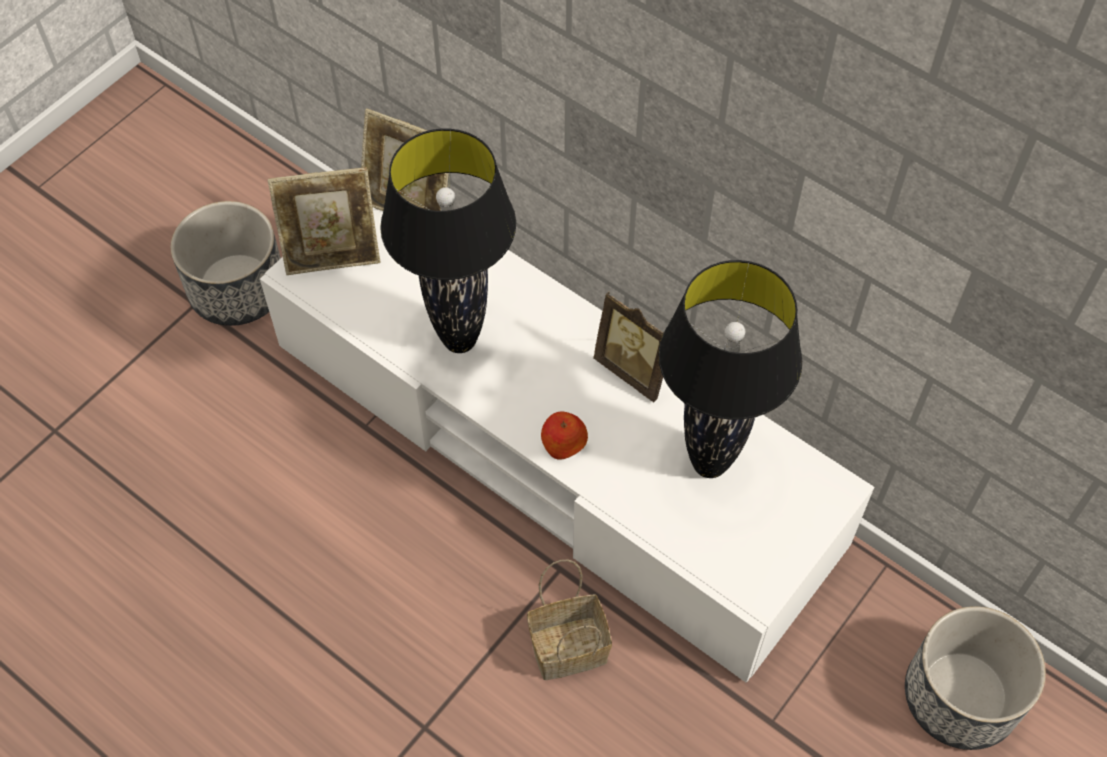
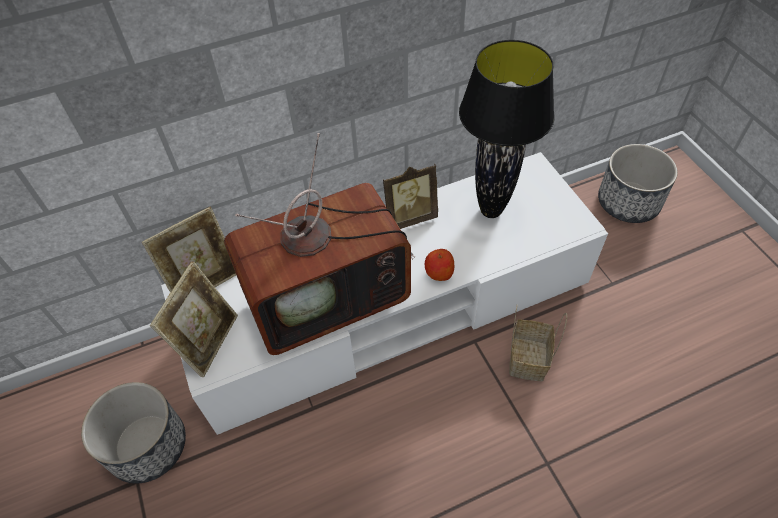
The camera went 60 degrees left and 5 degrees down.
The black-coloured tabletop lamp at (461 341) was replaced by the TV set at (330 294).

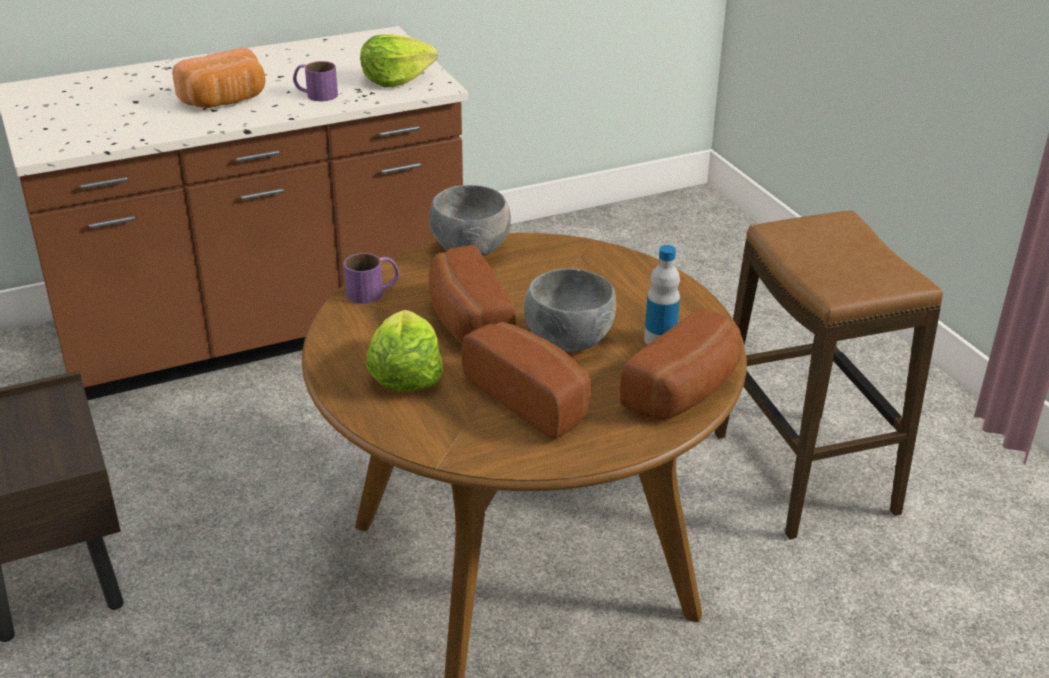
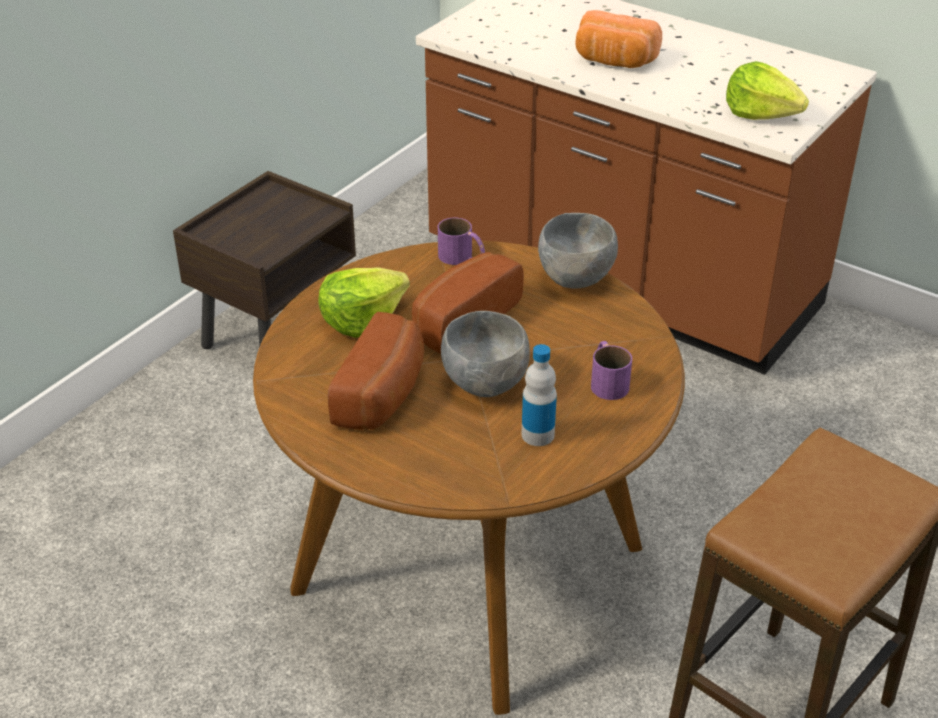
The camera went 60 degrees right and 5 degrees up.
The bread at (687 391) disappeared.
The purple coffee mug moved from (315 94) to (607 381).

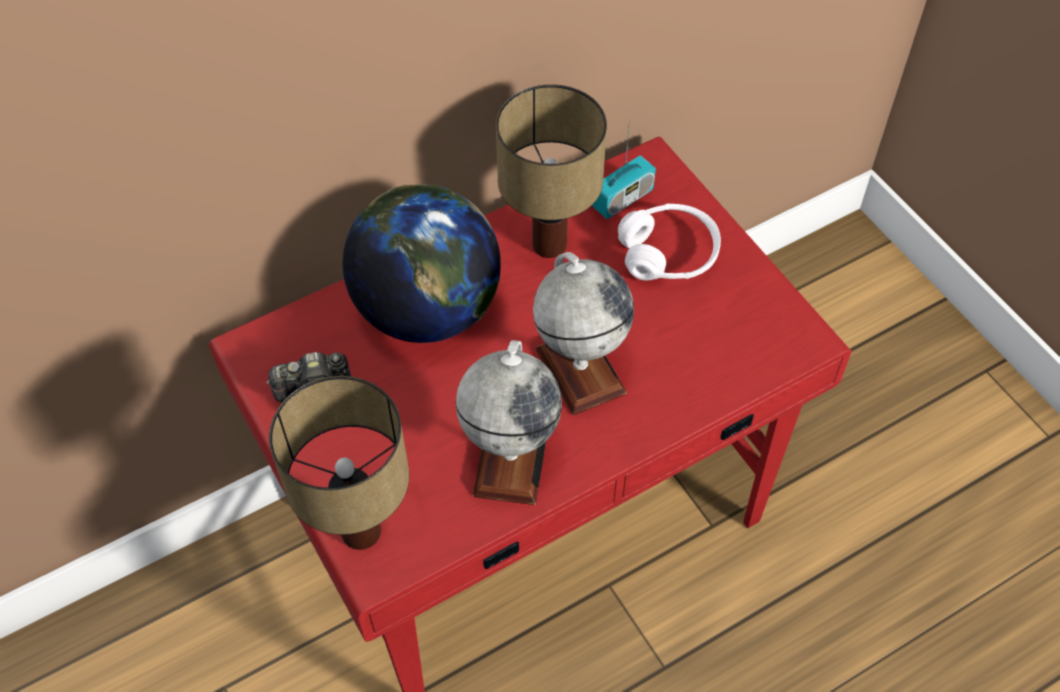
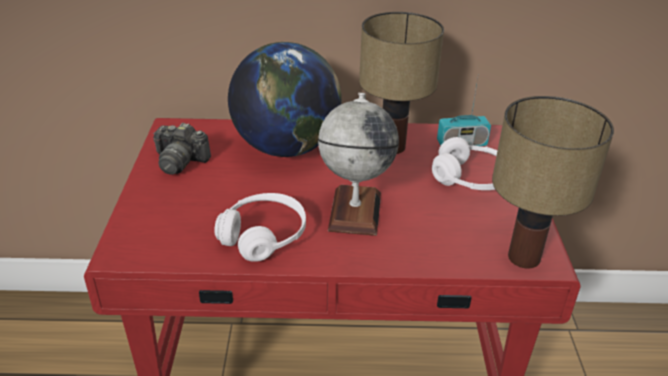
The camera went 30 degrees right and 20 degrees down.
The tabletop lamp moved from (358 531) to (522 257).
The globe at (510 460) was replaced by the white pair of headphones at (263 236).

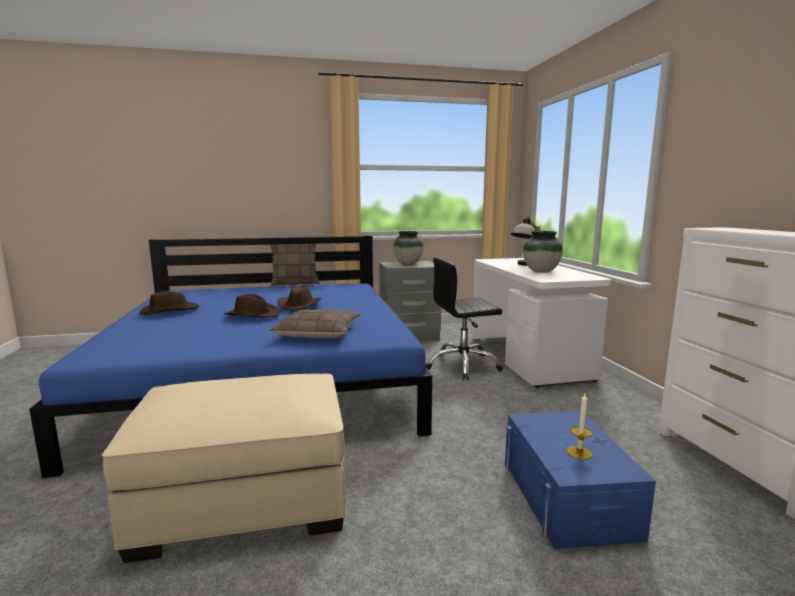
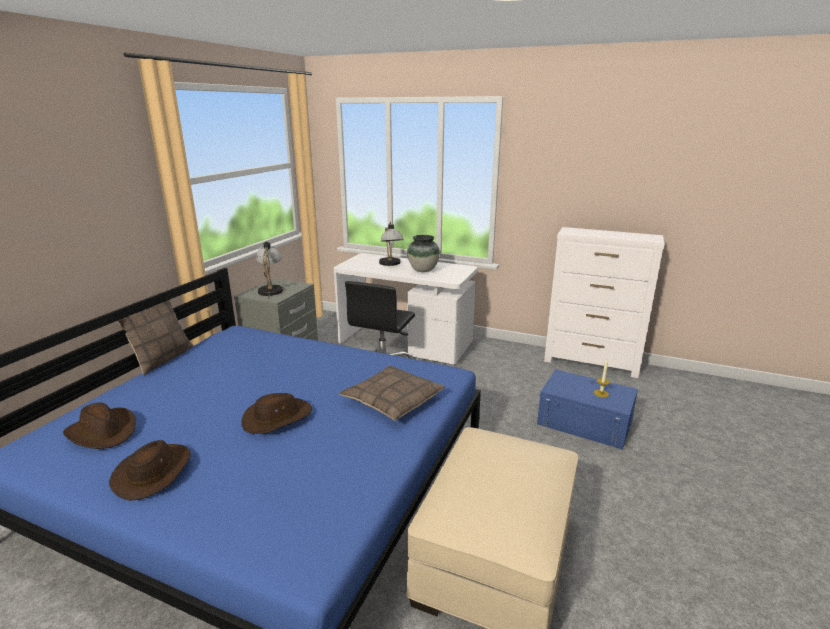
The camera went 55 degrees left and 10 degrees up.
The brownish clothing hat moved from (299 305) to (103 431).
The vase at (407 263) was replaced by the tabletop lamp at (271 289).

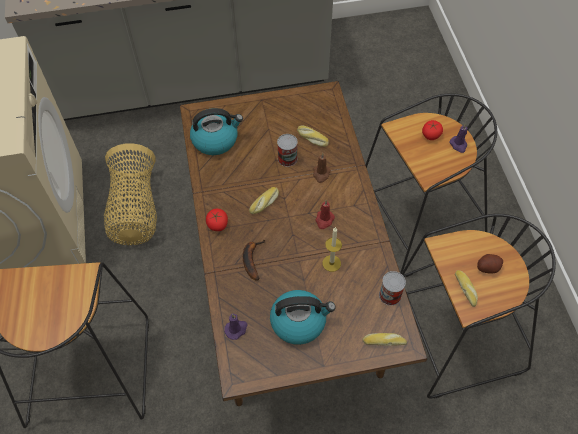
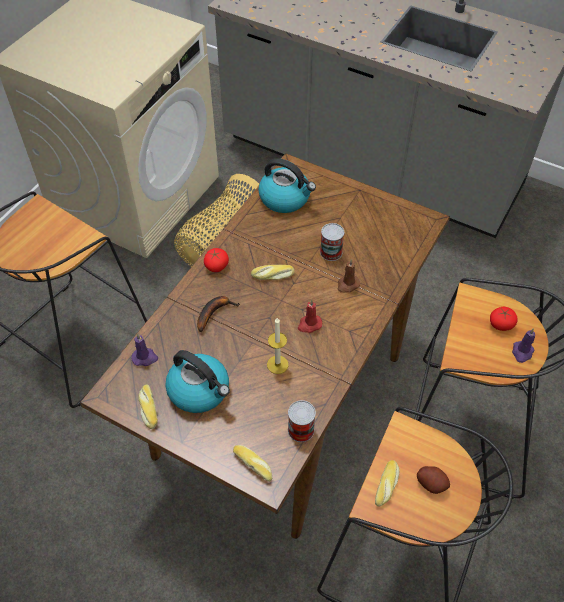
The camera went 40 degrees right and 5 degrees down.
The bread moved from (312 139) to (148 408).

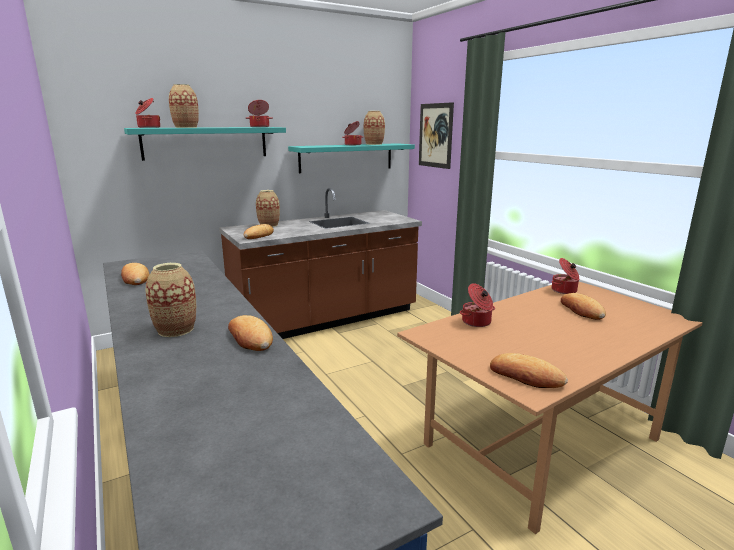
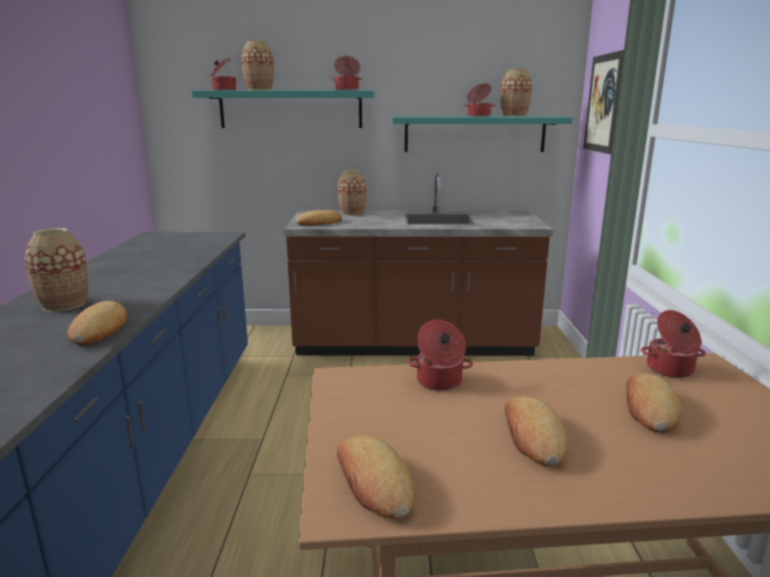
The camera went 30 degrees right and 0 degrees up.
The bread moved from (135 278) to (533 437).

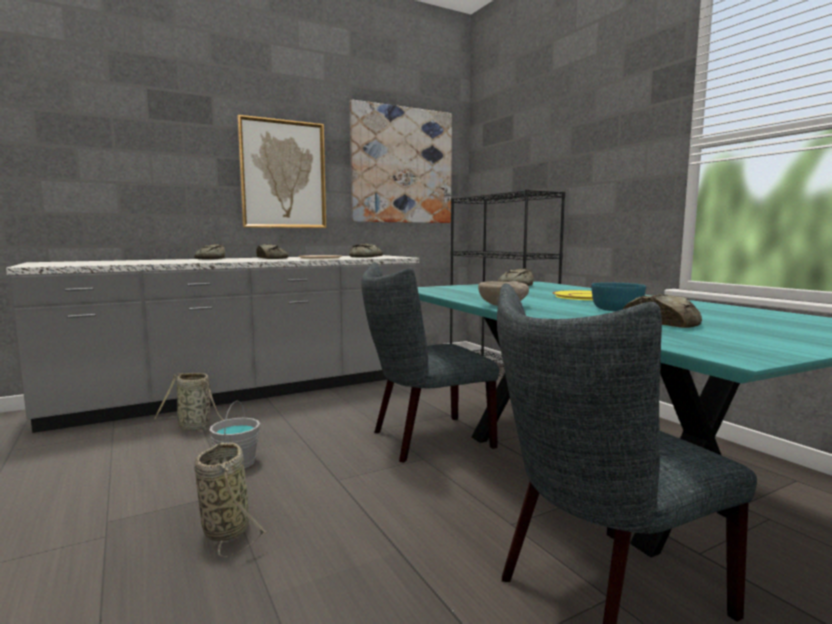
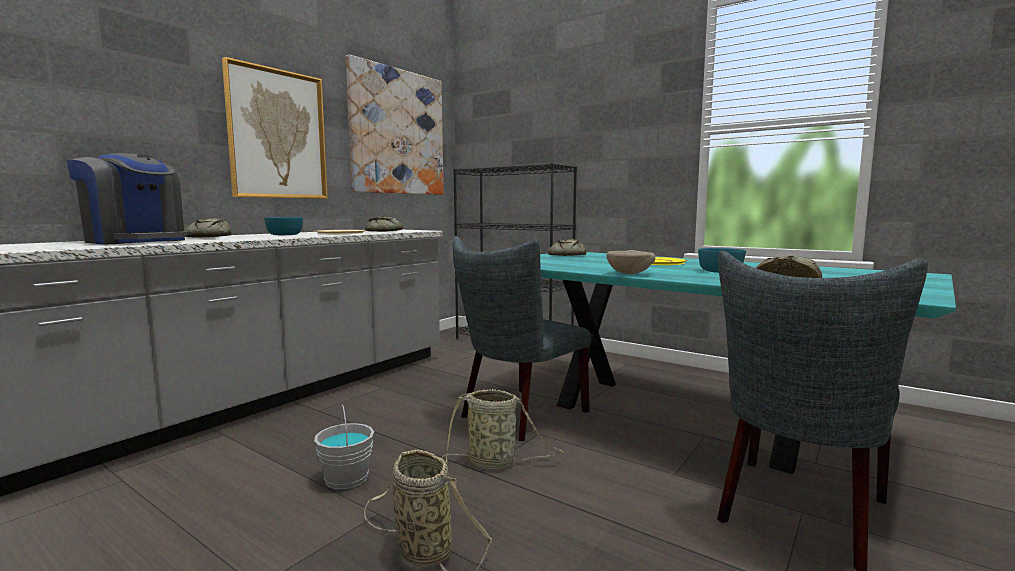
The camera went 25 degrees left and 0 degrees up.
The coffee maker at (136 241) appeared.
The household basket moved from (196 428) to (495 463).
The bread at (271 258) was replaced by the turquoise-coloured serving bowl at (284 235).

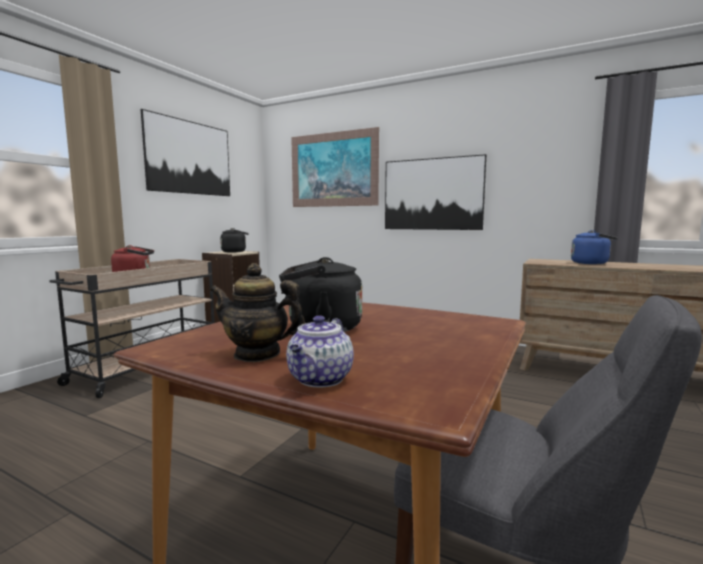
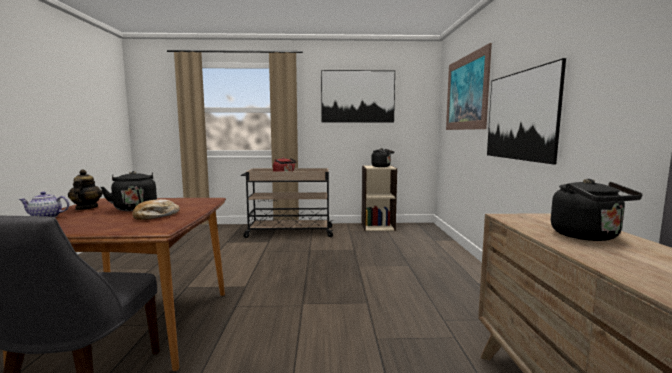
The camera went 60 degrees right and 0 degrees up.
The bread at (156 216) appeared.
The blue-coloured kettle at (592 263) became the black-coloured kettle at (588 236).

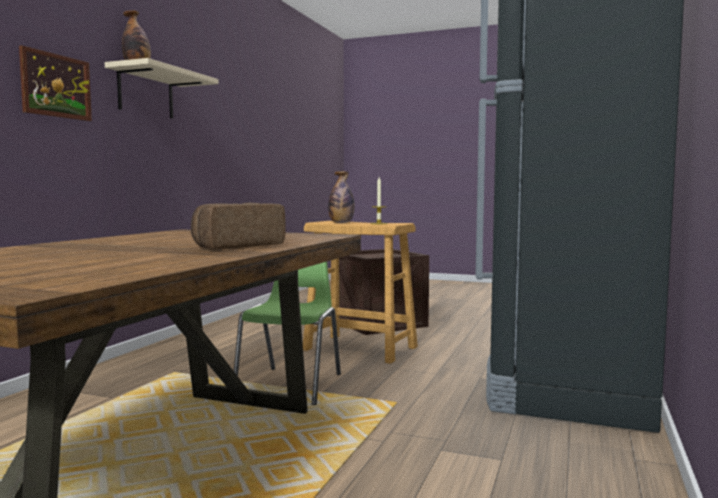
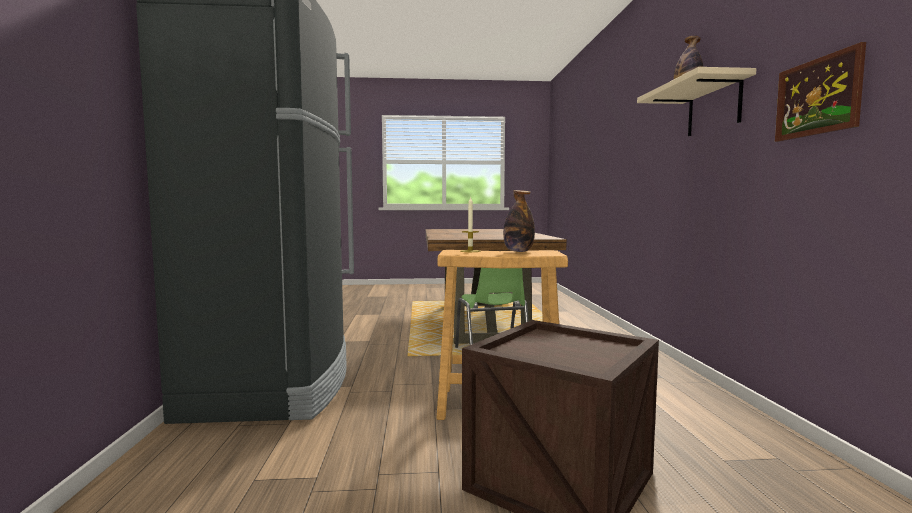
The camera went 155 degrees right and 0 degrees up.
The bread at (237 246) disappeared.
The wall picture moved from (56 86) to (817 97).

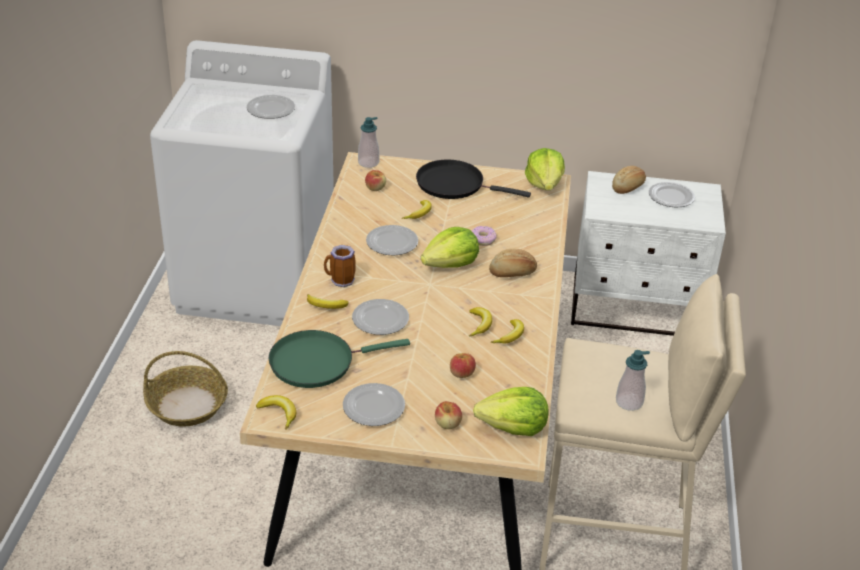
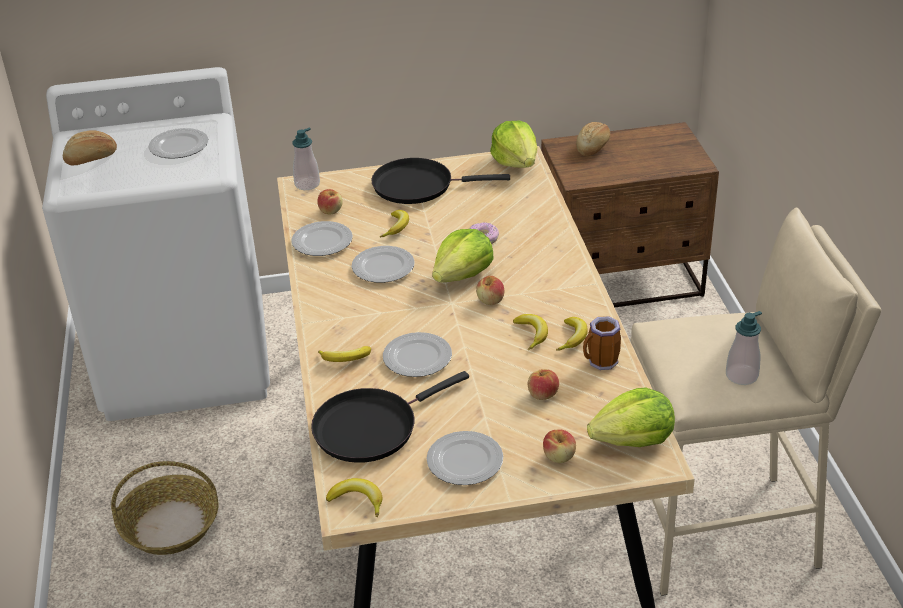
The camera went 15 degrees left and 0 degrees up.
The apple at (490 300) appeared.
The coffee mug moved from (340 281) to (601 363).
The bread moved from (513 273) to (92 159).
The dinner plate moved from (670 197) to (322 242).
The greenish pan at (317 362) became the black-coloured pan at (371 427).
The white nightstand at (636 308) became the brownish nightstand at (622 280).

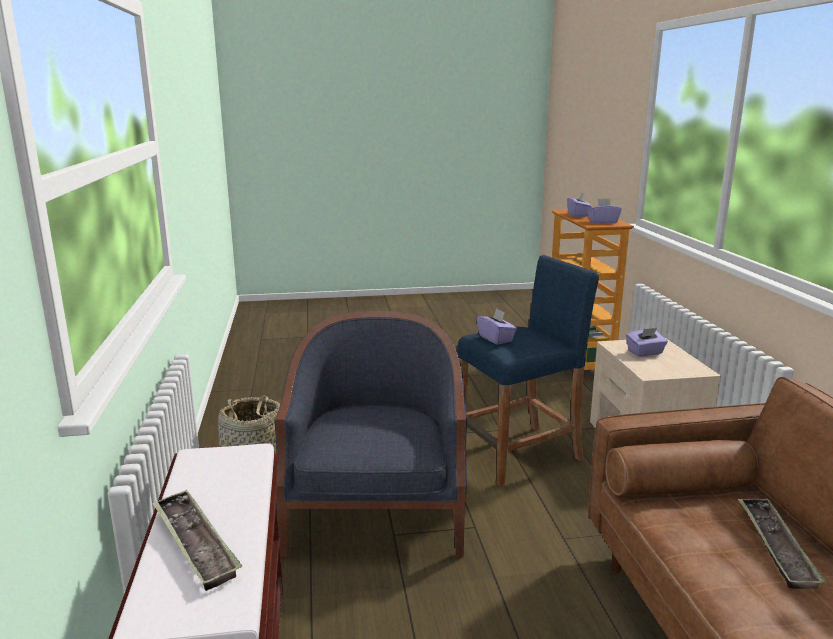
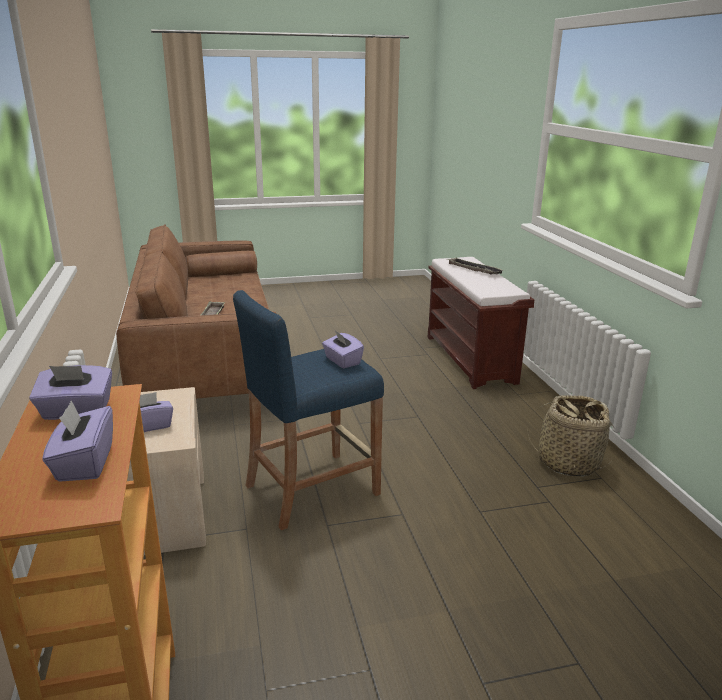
The camera went 175 degrees right and 5 degrees up.
The blue-coloured lounge chair at (377 513) disappeared.

